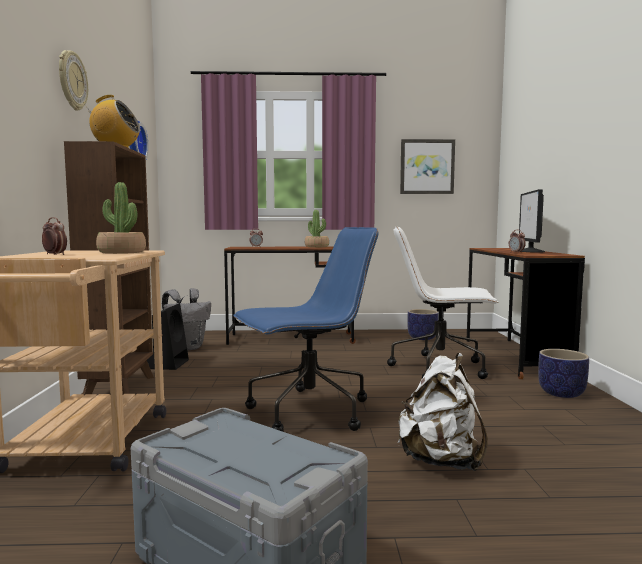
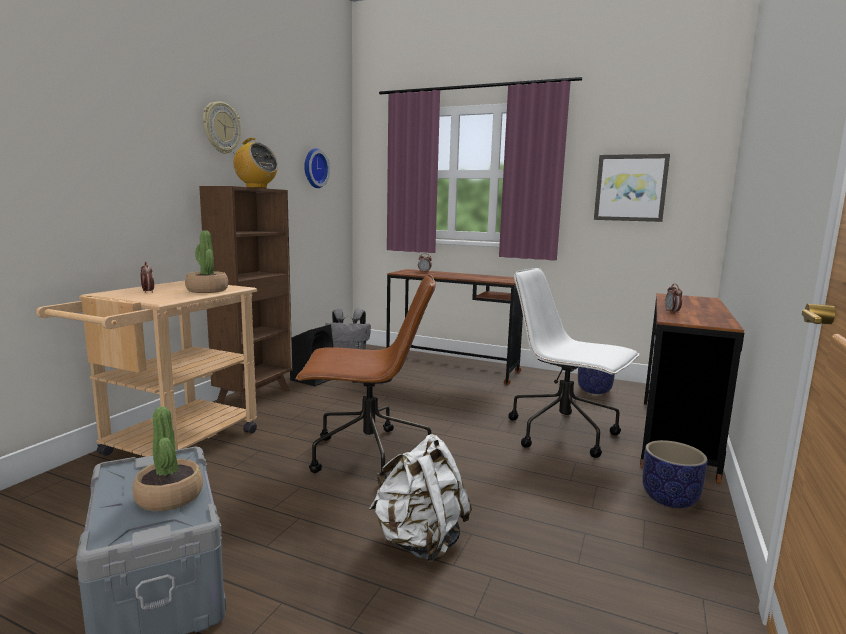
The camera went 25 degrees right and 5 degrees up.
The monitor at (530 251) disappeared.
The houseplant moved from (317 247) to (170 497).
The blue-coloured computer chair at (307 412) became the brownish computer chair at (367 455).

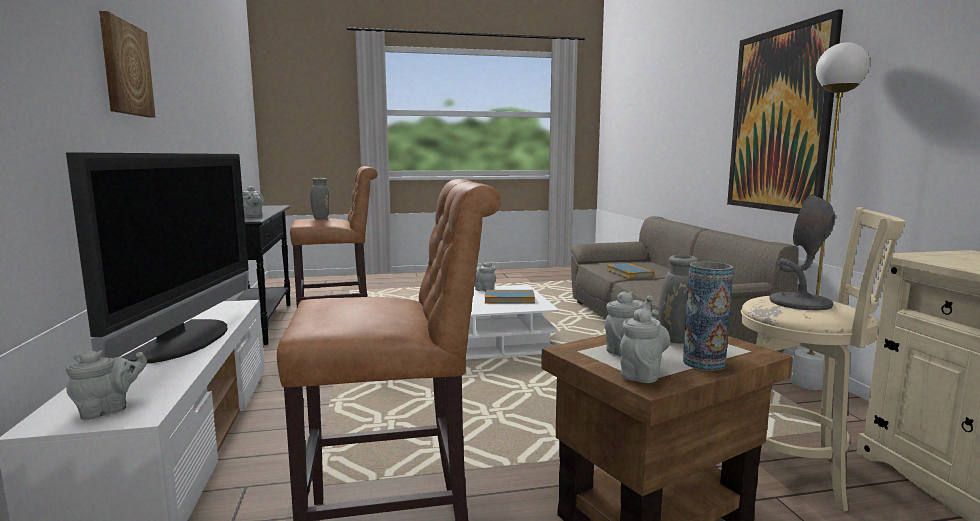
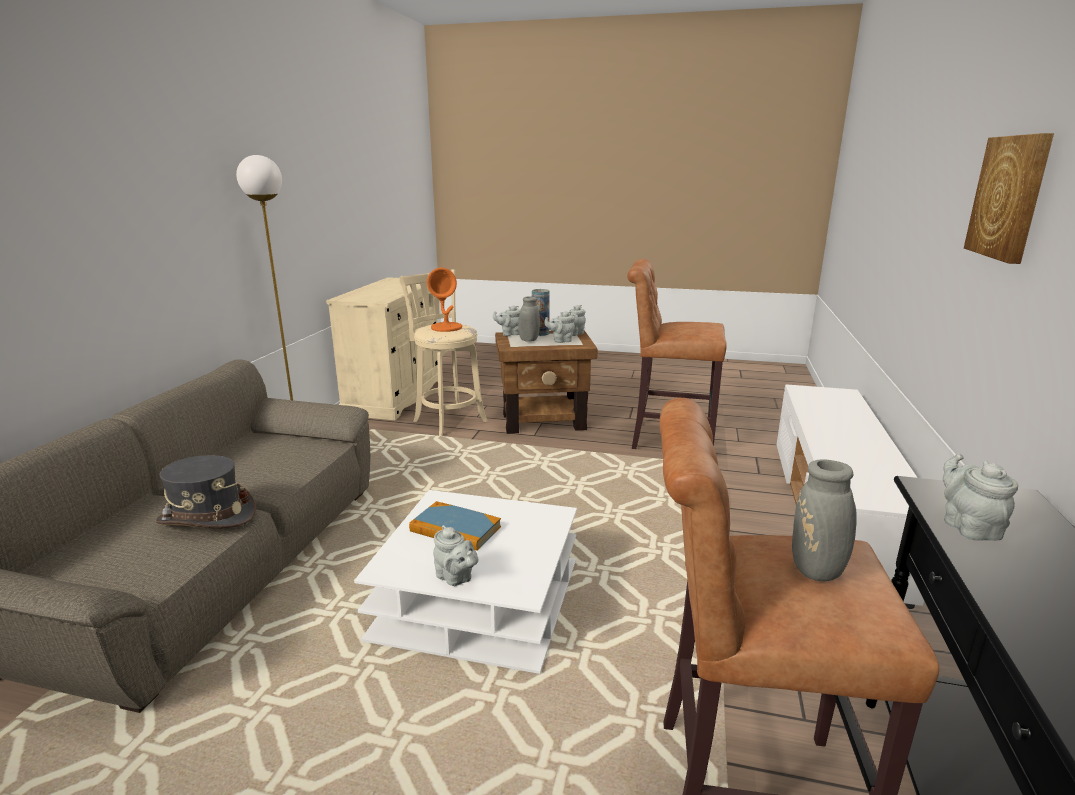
The camera went 155 degrees left and 10 degrees up.
The TV set at (185 341) disappeared.
The wall picture at (778 120) disappeared.
The gray teapot moved from (108 410) to (509 334).
The book at (629 273) was replaced by the gray clothing hat at (207 517).
The gray tabletop lamp at (800 303) became the orangey tabletop lamp at (446 327).

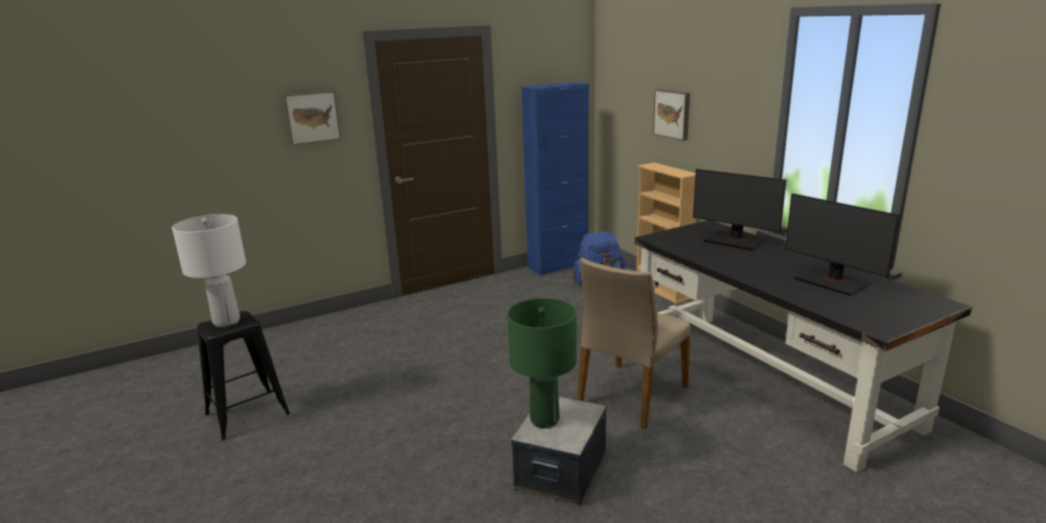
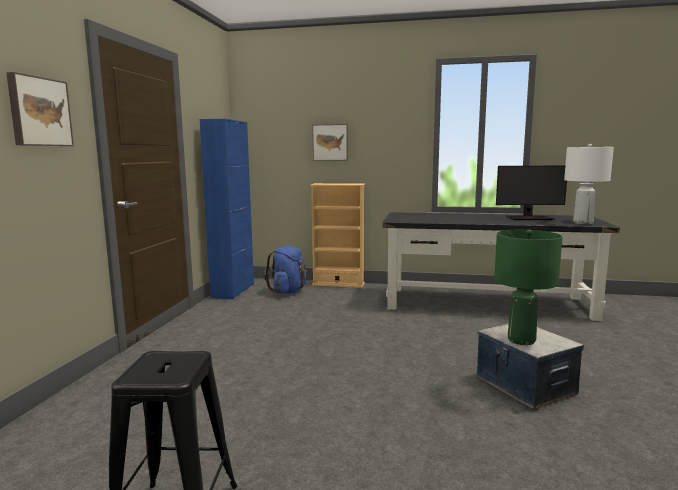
The camera went 50 degrees left and 10 degrees down.
The sand-coloured plain chair at (631 395) disappeared.
The monitor at (734 241) disappeared.
The white tabletop lamp moved from (227 321) to (582 223).

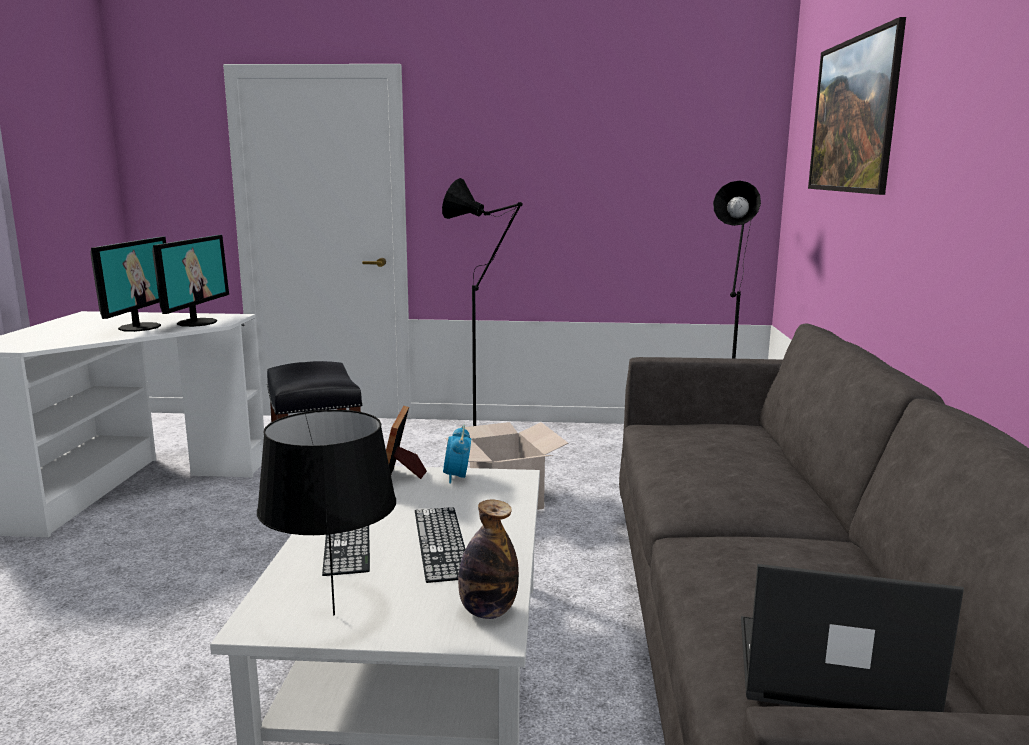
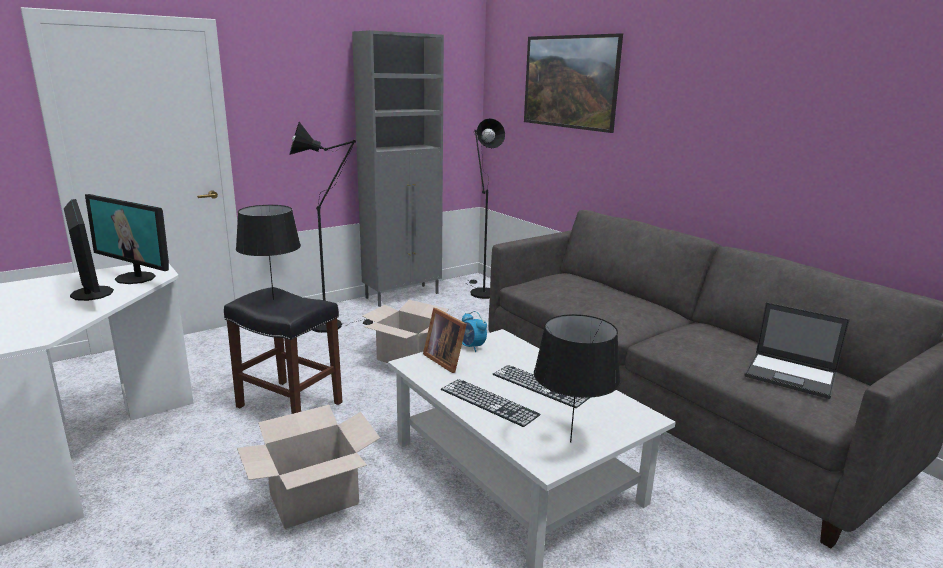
The camera went 40 degrees left and 5 degrees up.
The bottle at (487 611) disappeared.
The black-coloured tabletop lamp at (273 299) appeared.
The packing box at (314 498) appeared.
The gray storage cabinet at (403 295) appeared.
The monitor at (196 322) turned 150 degrees clockwise.
The portable computer at (828 670) turned 120 degrees counterclockwise.

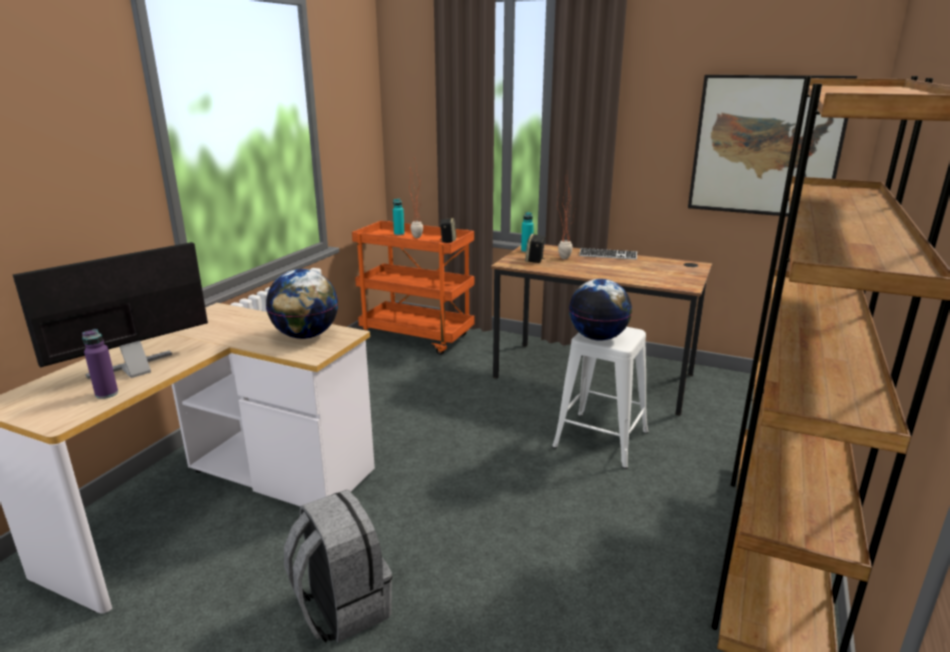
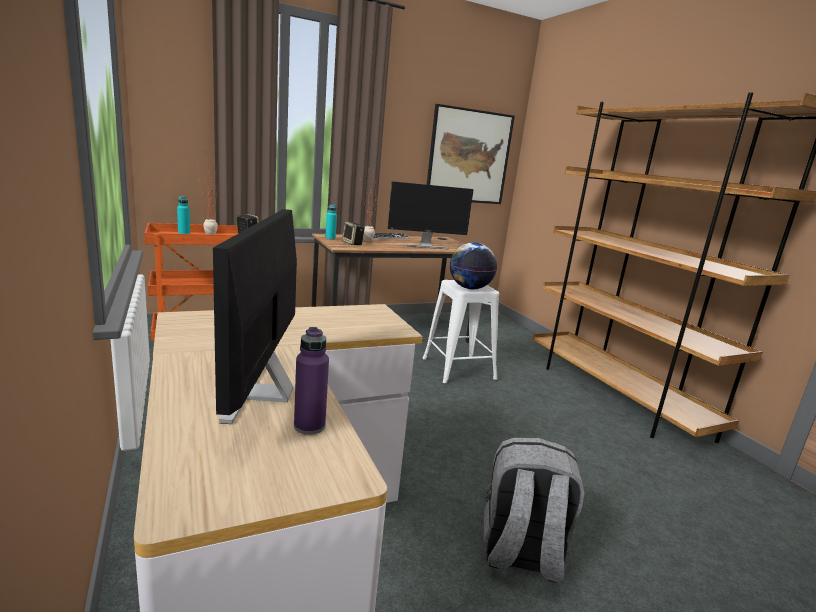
The camera went 50 degrees left and 5 degrees down.
The globe at (305 336) disappeared.
The monitor at (425 246) appeared.

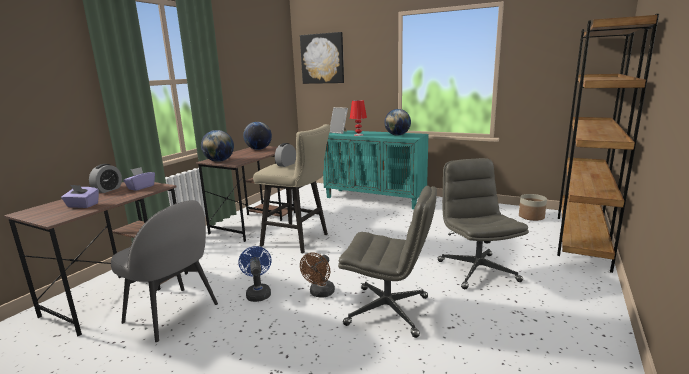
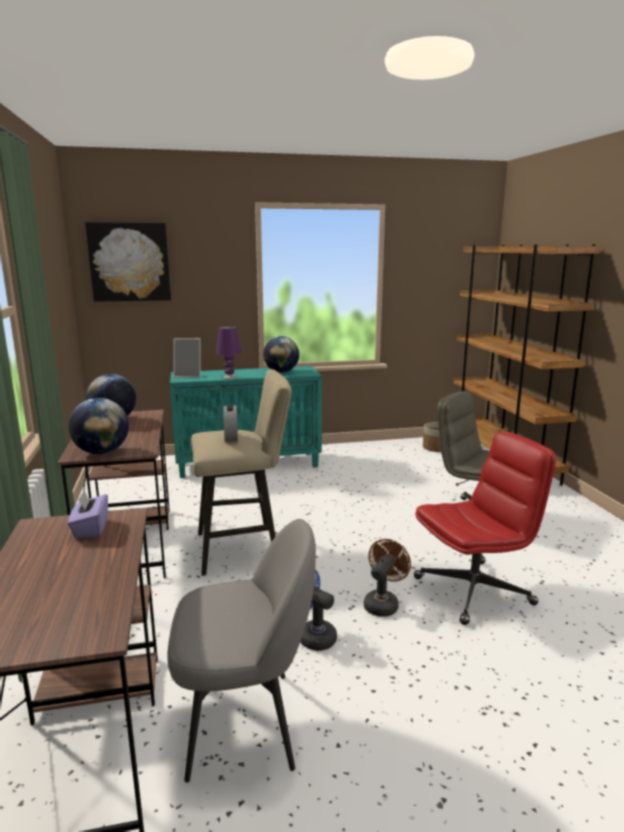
The camera went 40 degrees left and 0 degrees up.
The purple tissue holder at (82 205) disappeared.
The bedside clock at (108 190) disappeared.
The gray computer chair at (389 311) became the red-coloured computer chair at (474 590).
The red-coloured tabletop lamp at (358 135) became the purple tabletop lamp at (229 377).
The brownish electric fan at (320 293) turned 135 degrees counterclockwise.

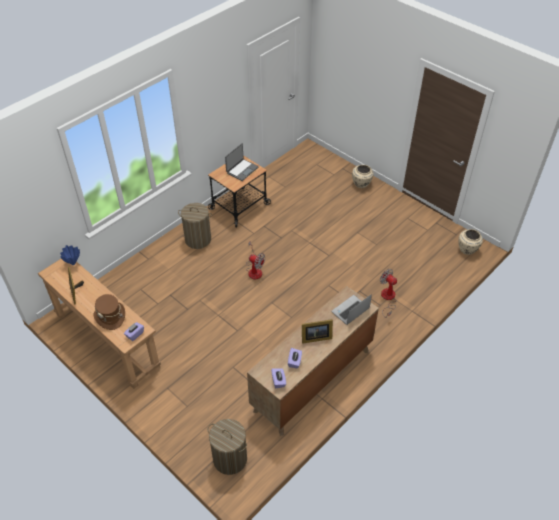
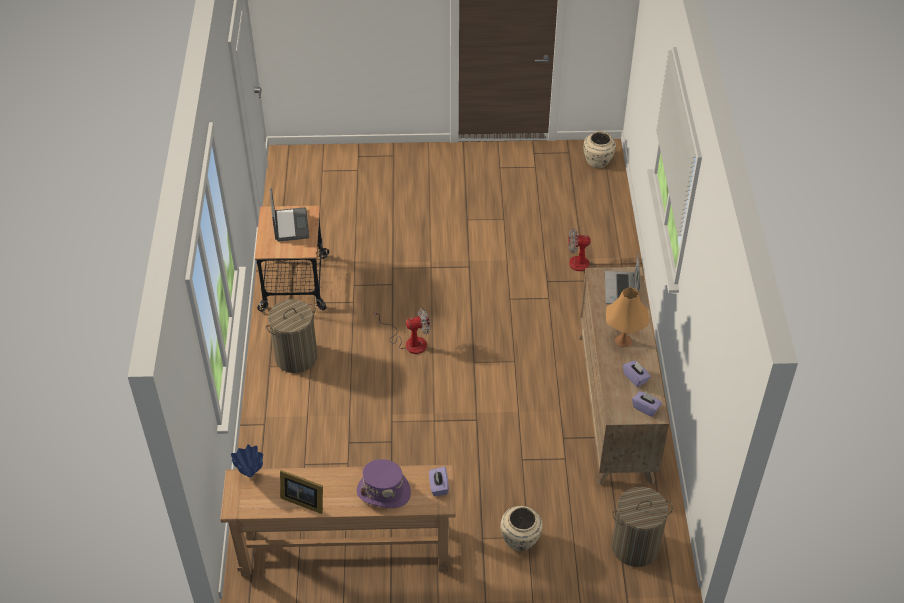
The camera went 45 degrees left and 0 degrees up.
The sand-coloured vase moved from (361 184) to (520 540).
The standing frame at (315 337) was replaced by the orangey tabletop lamp at (623 340).
The brownish clothing hat at (110 316) became the purple clothing hat at (383 491).

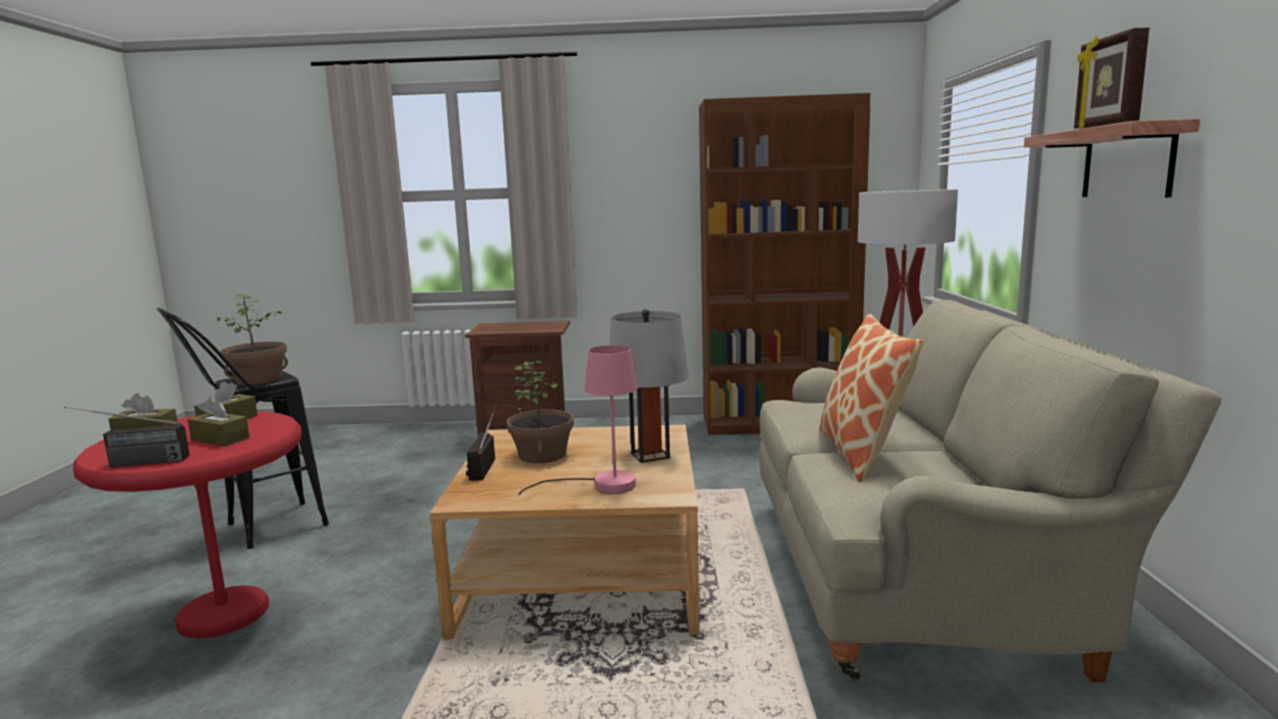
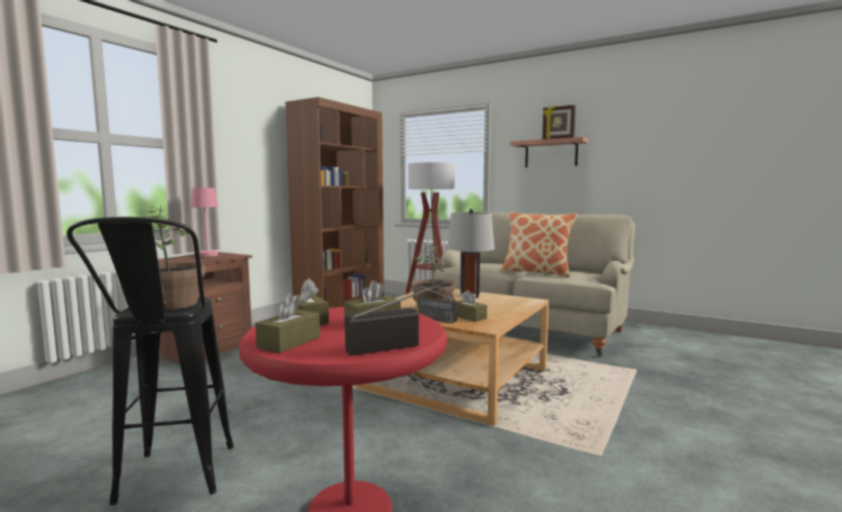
The camera went 60 degrees left and 5 degrees down.
The brownish tissue holder at (469 317) appeared.
The pink-coloured tabletop lamp moved from (601 485) to (201 256).
The radio receiver at (129 463) turned 135 degrees counterclockwise.

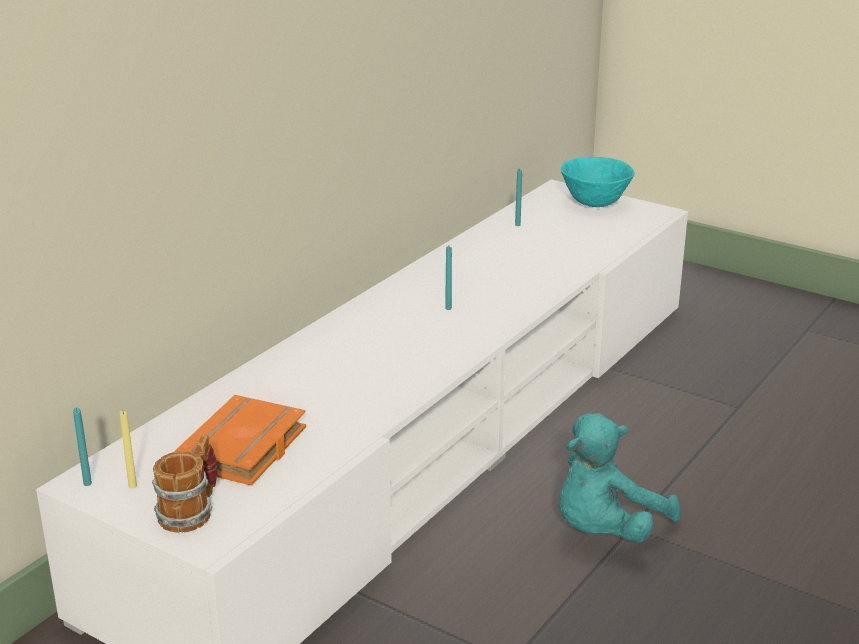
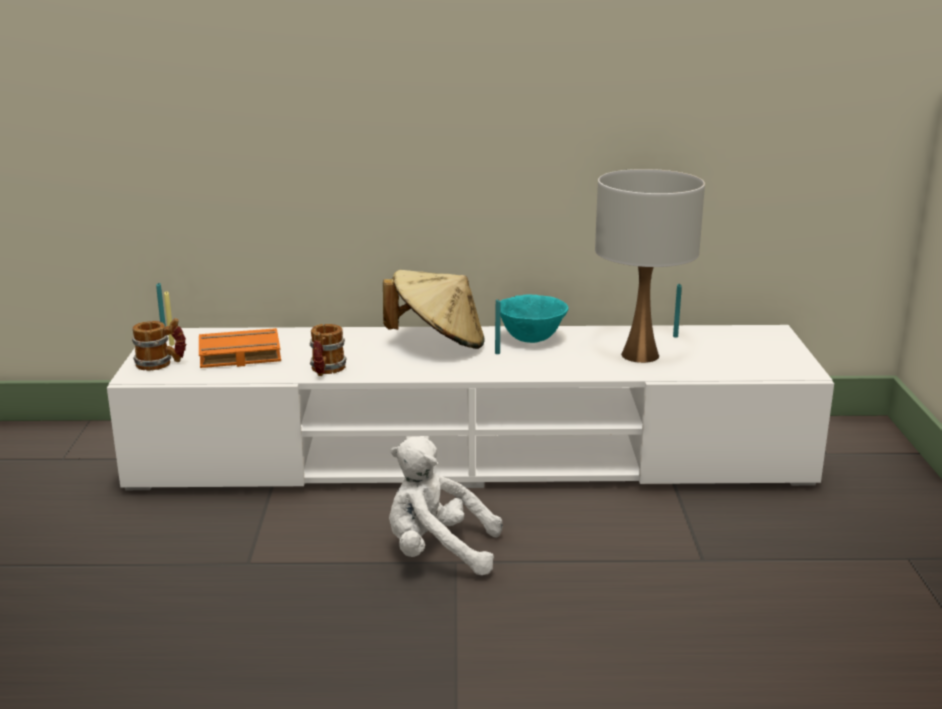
The camera went 55 degrees right and 5 degrees down.
The coffee mug at (326 370) appeared.
The sand-coloured clothing hat at (438 343) appeared.
The white tabletop lamp at (640 355) appeared.
The turquoise-coloured serving bowl moved from (595 203) to (532 339).
The turquoise-coloured soft toy at (605 531) became the white soft toy at (437 552).

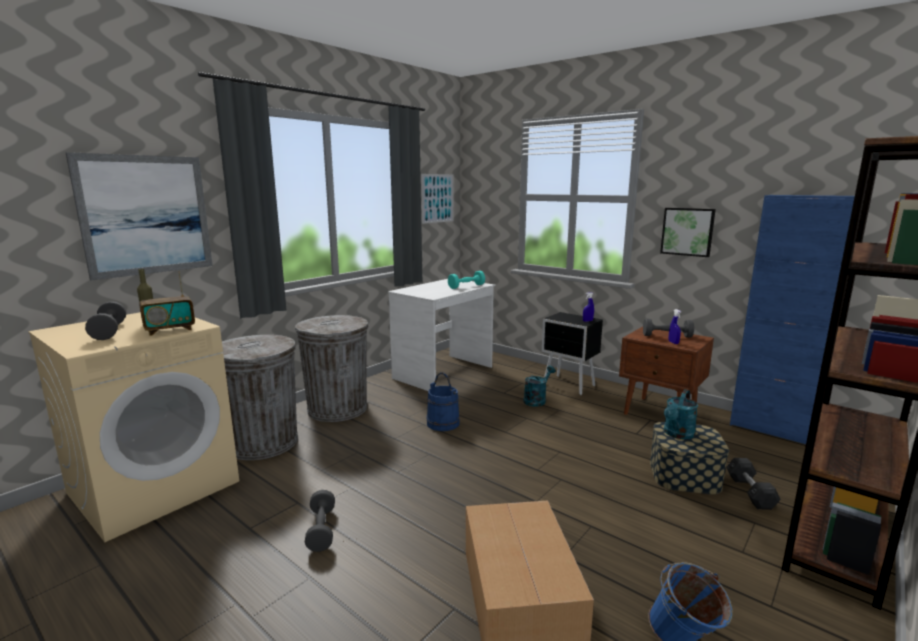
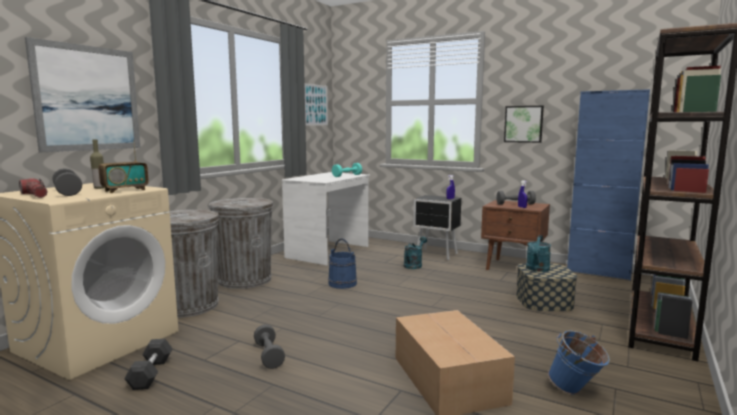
The camera went 10 degrees left and 5 degrees down.
The hand torch at (36 195) appeared.
The gray free weight moved from (750 492) to (150 373).

